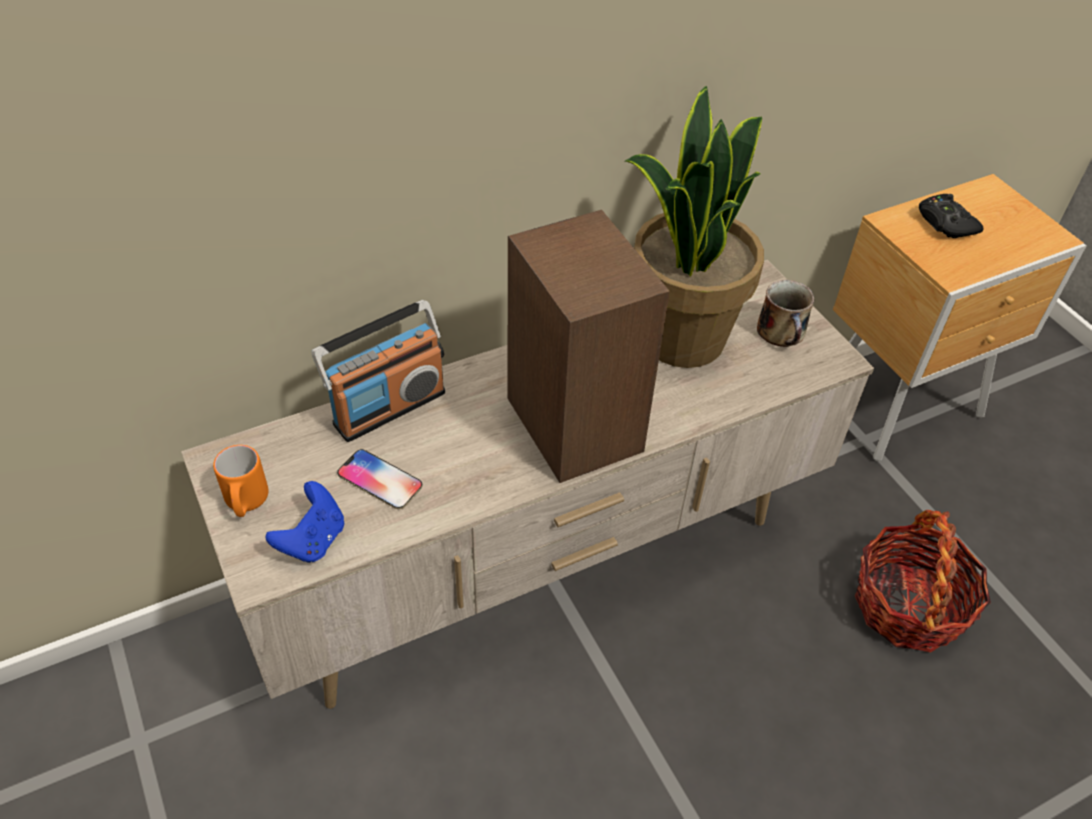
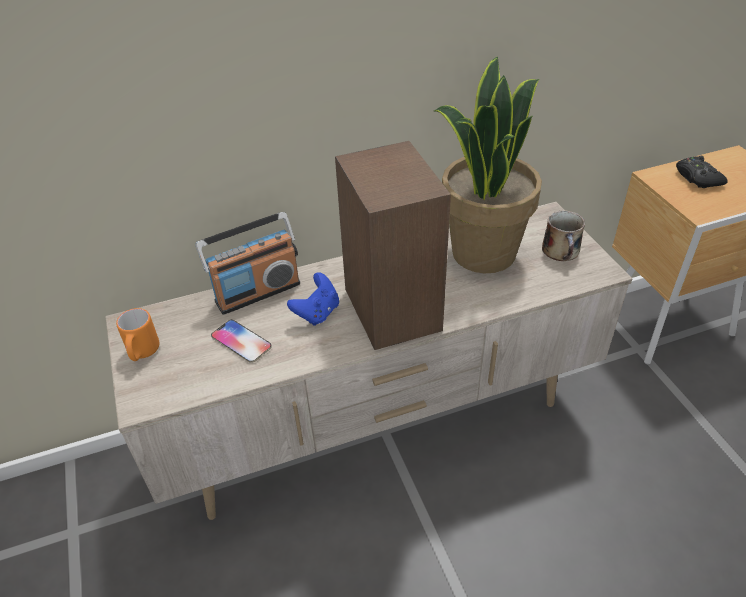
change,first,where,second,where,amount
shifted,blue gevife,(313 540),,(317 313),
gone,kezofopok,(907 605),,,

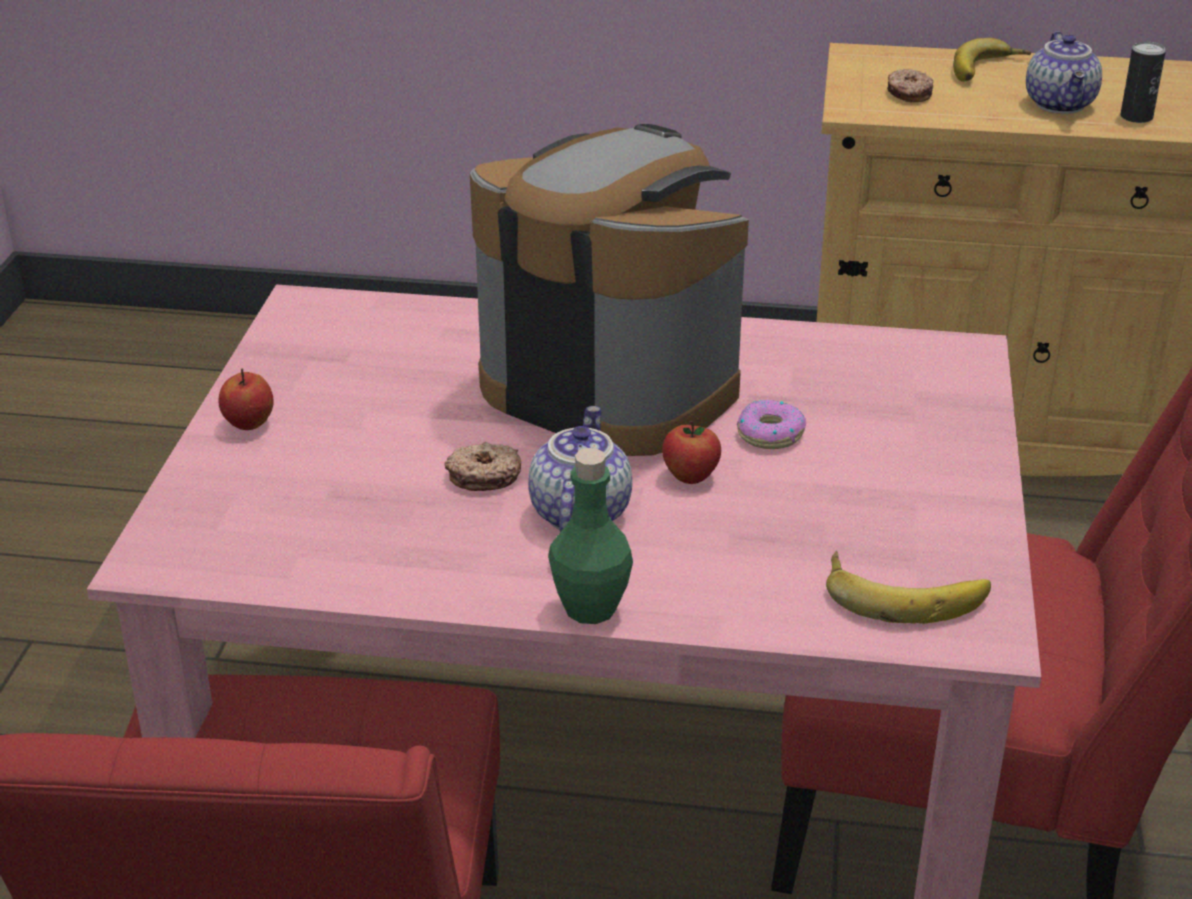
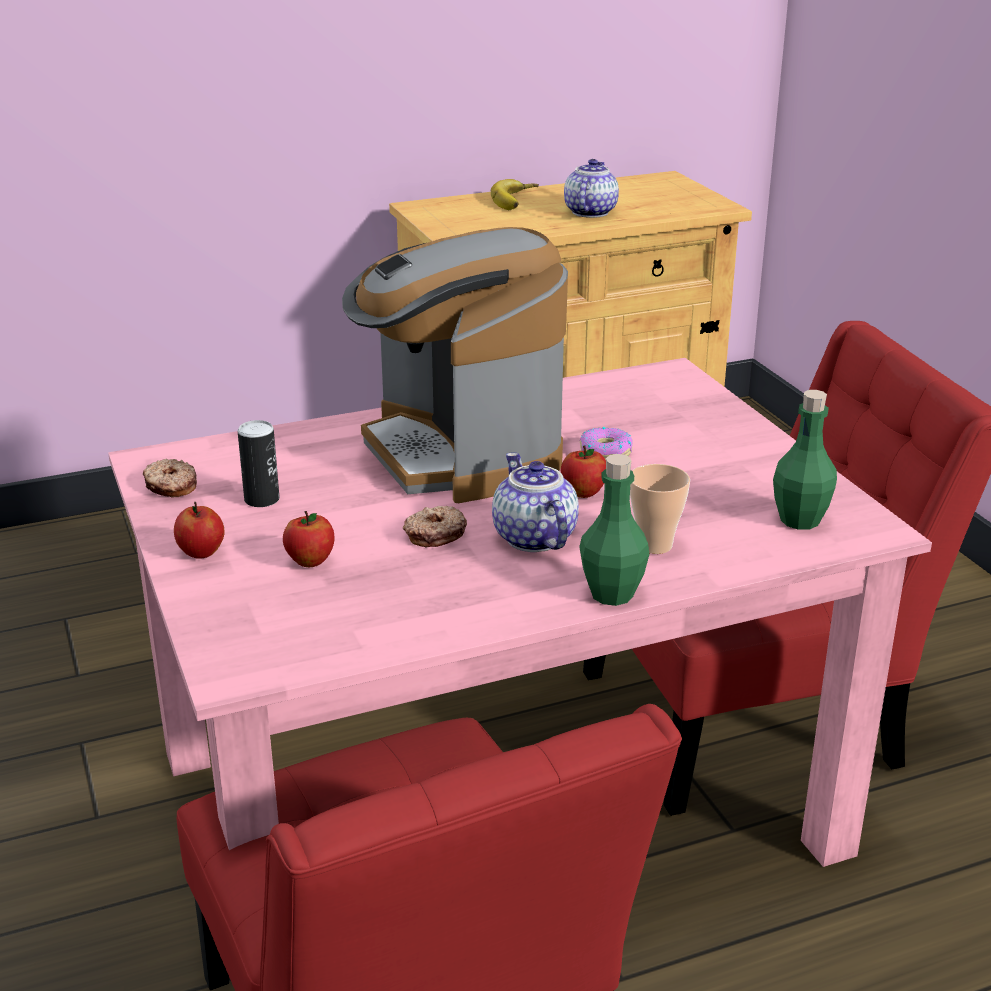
change,first,where,second,where,amount
shifted,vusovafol,(908 94),,(171 486),
shifted,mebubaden,(1136 117),,(262 499),
new,,,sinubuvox,(310 561),
rotated,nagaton,(609 387),,(460 453),120 degrees counterclockwise
rotated,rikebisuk,(1061 105),,(589 212),135 degrees counterclockwise
new,,,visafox,(655 545),
swapped,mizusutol,(904 592),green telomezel,(800 520),

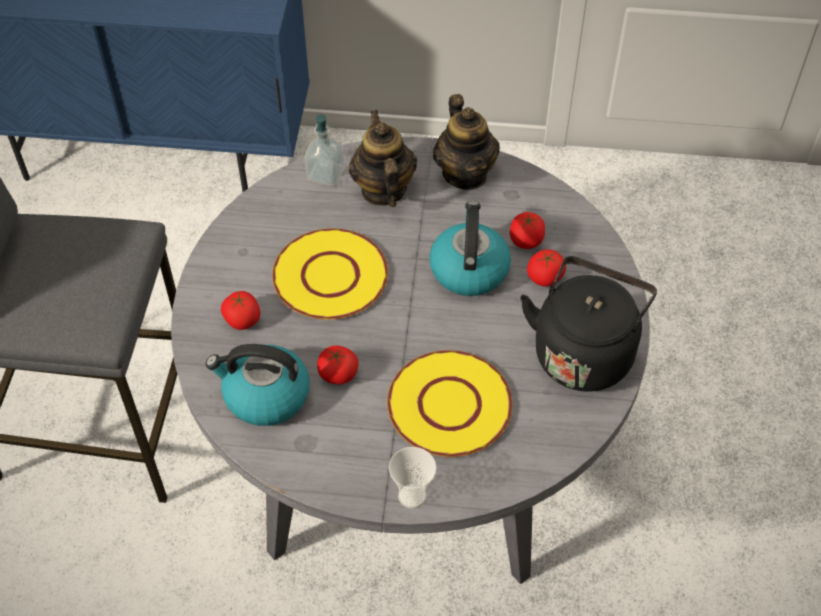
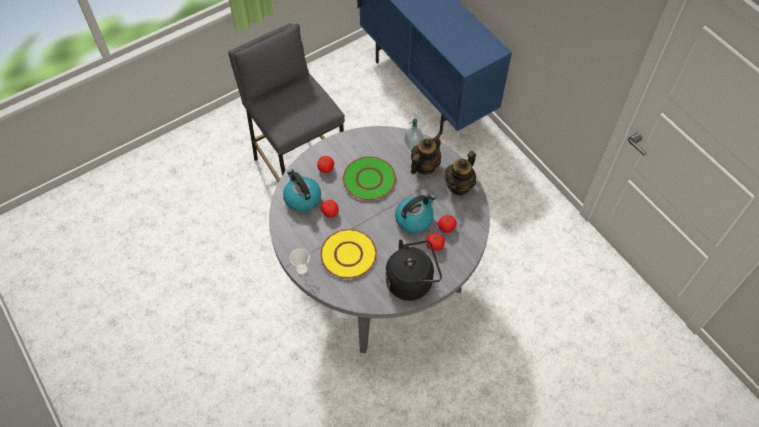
change,first,where,second,where,amount
repainted,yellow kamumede,(329 276),green kamumede,(369 179),

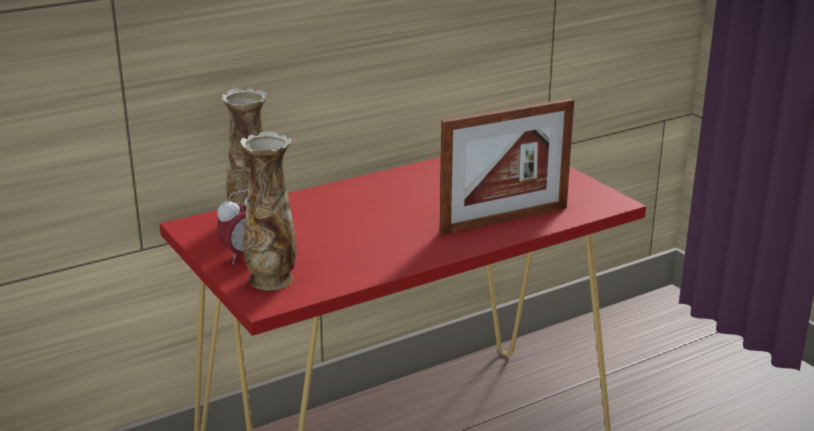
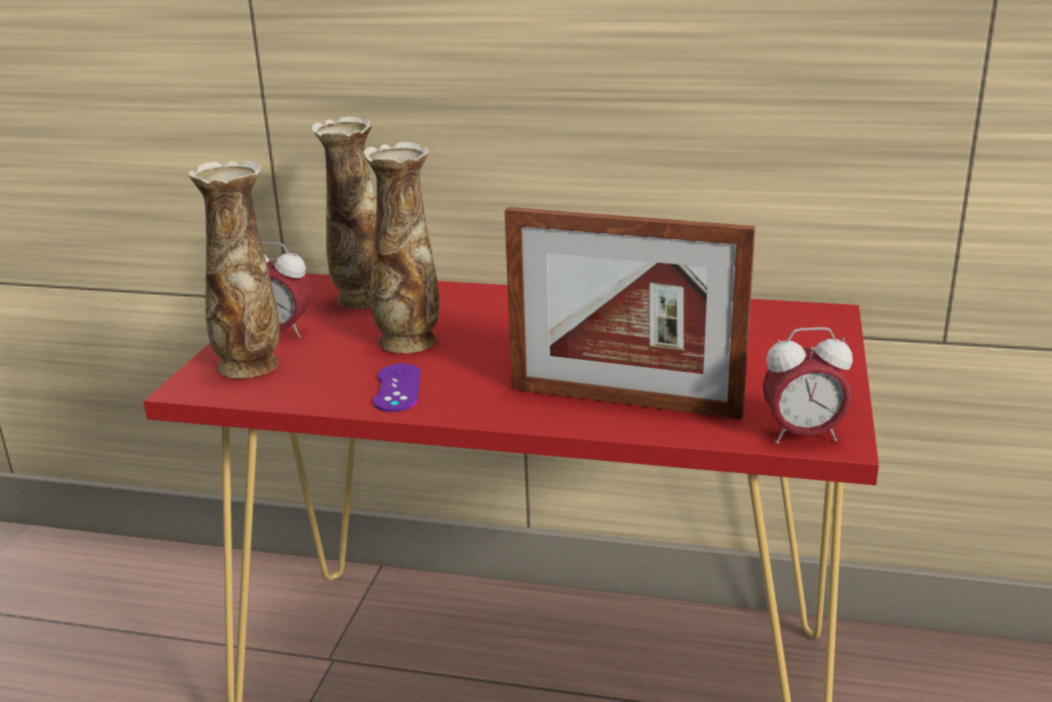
change,first,where,second,where,amount
new,,,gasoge,(409 341),
new,,,purple gevife,(397 388),
new,,,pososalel,(802 435),

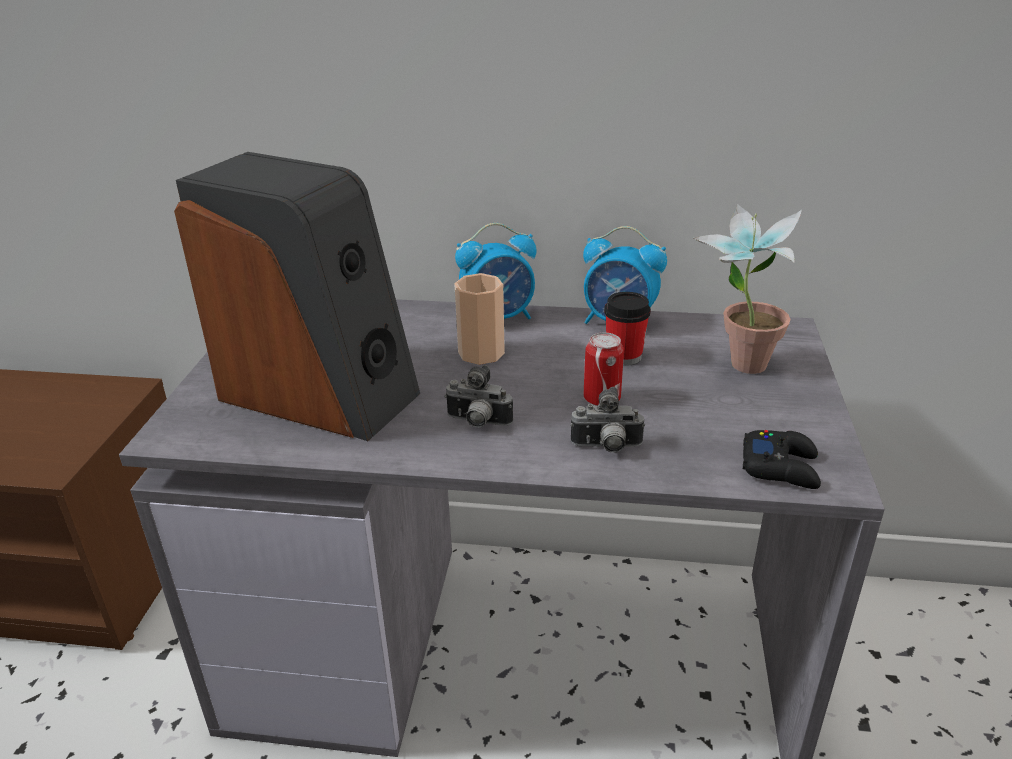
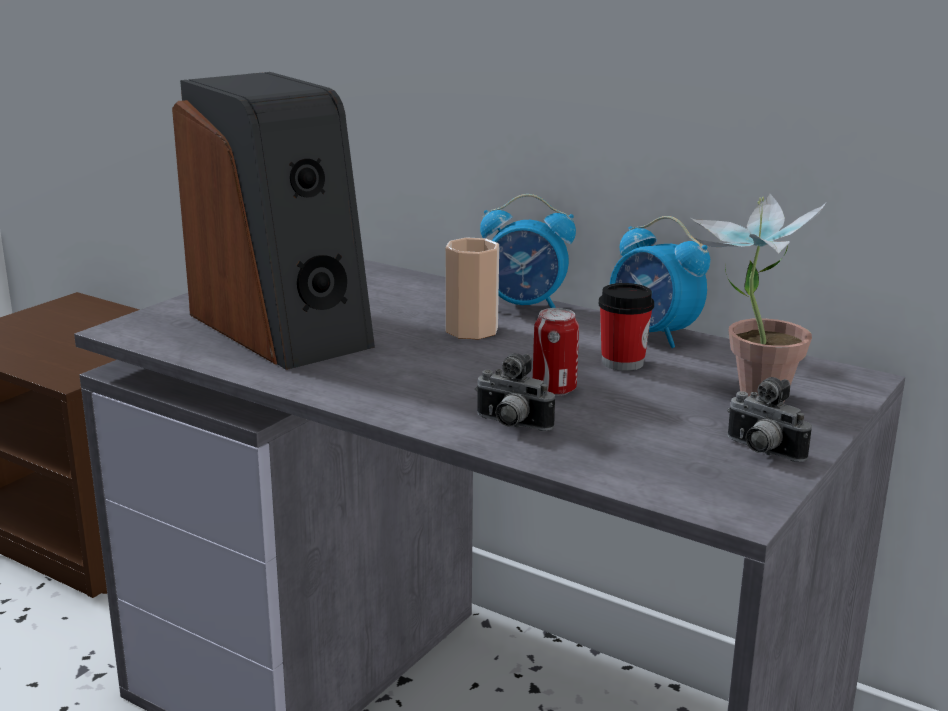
change,first,where,second,where,amount
shifted,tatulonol,(477 423),,(761 452),
gone,black gevife,(781 467),,,

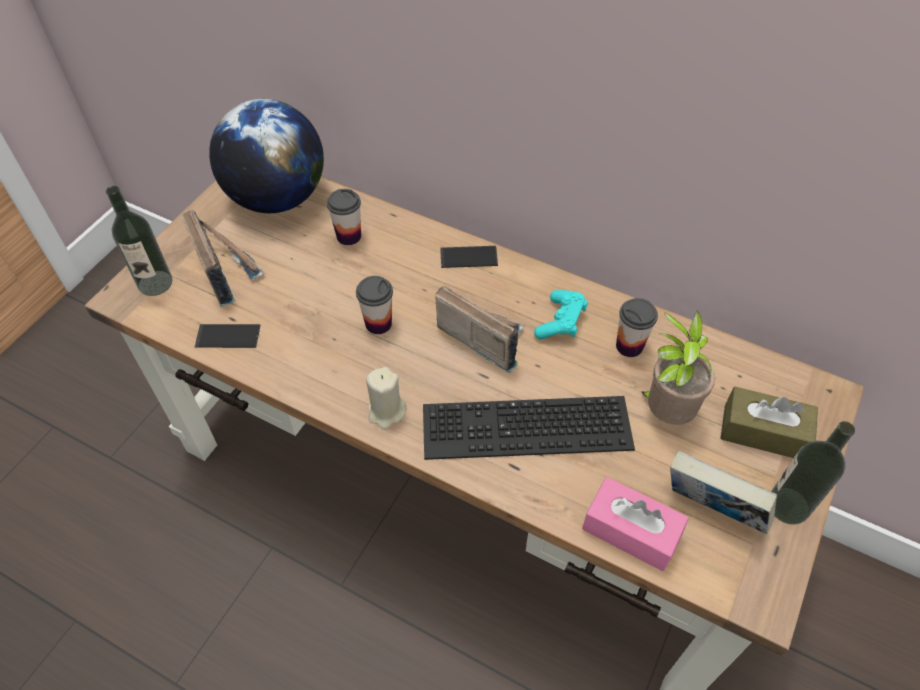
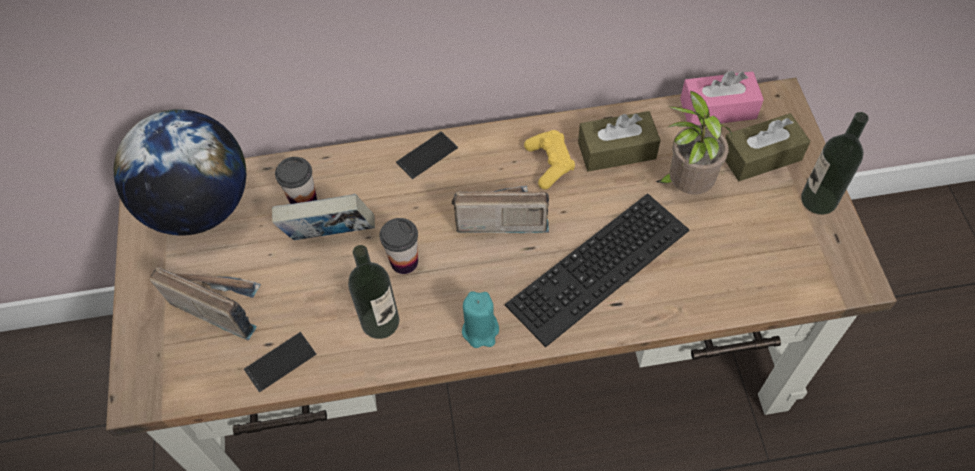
change,first,where,second,where,amount
shifted,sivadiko,(711 510),,(330 237),
shifted,telomezel,(155 283),,(380 322),
repainted,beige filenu,(386 412),turquoise filenu,(480 330),
repainted,turquoise gevife,(561 322),yellow gevife,(550 164),
swapped,visafox,(629 346),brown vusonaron,(616 150),
shifted,pink vusonaron,(631 531),,(718 109),

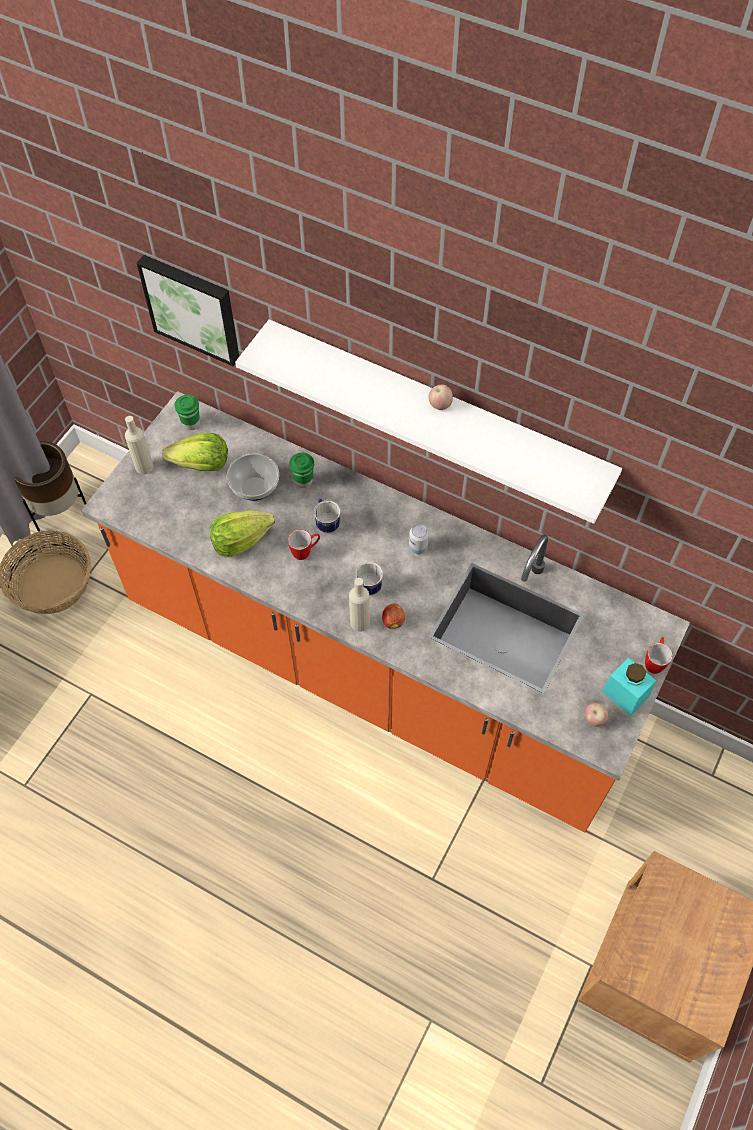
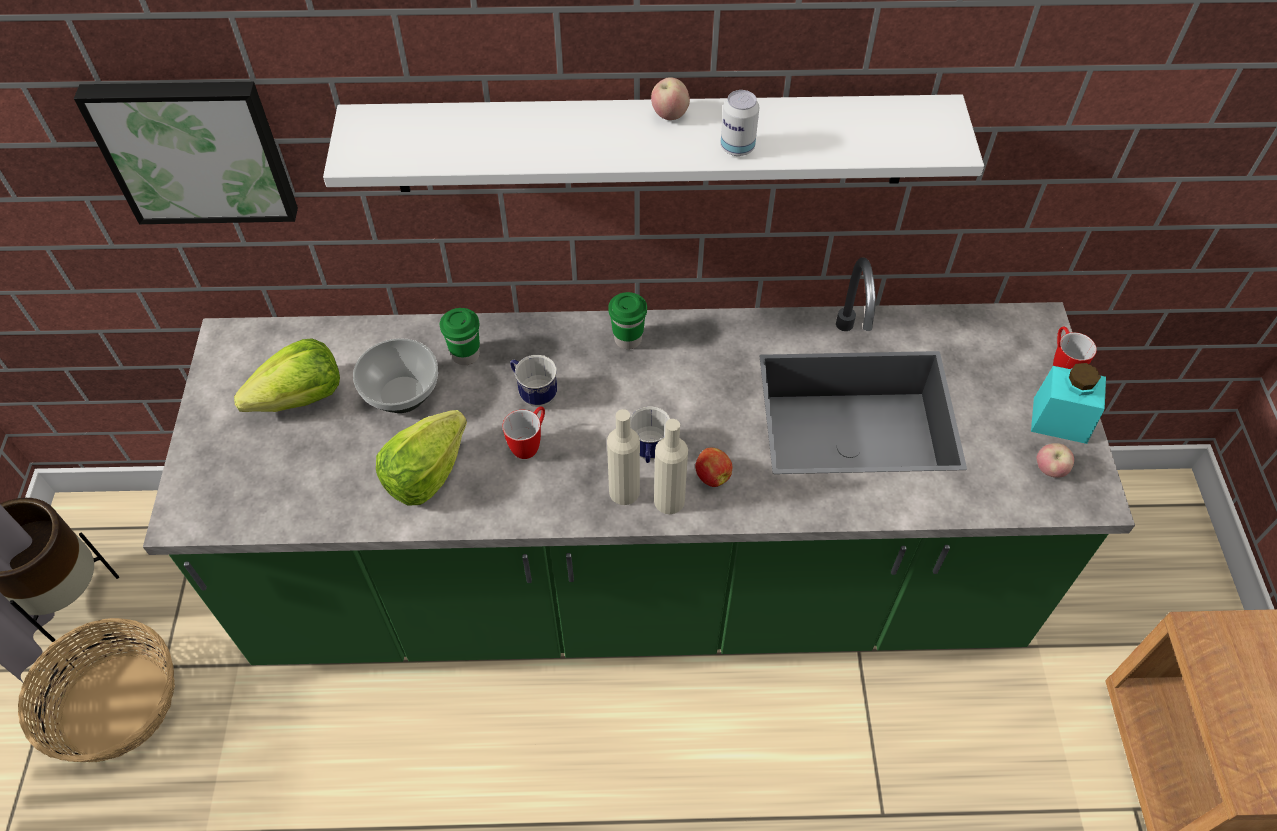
change,first,where,second,where,amount
repainted,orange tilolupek,(376 665),green tilolupek,(638 581),
shifted,beige telomezel,(144 467),,(624 491),
shifted,green visafox,(191 424),,(628 339),
shifted,mebubaden,(418 547),,(737 148),

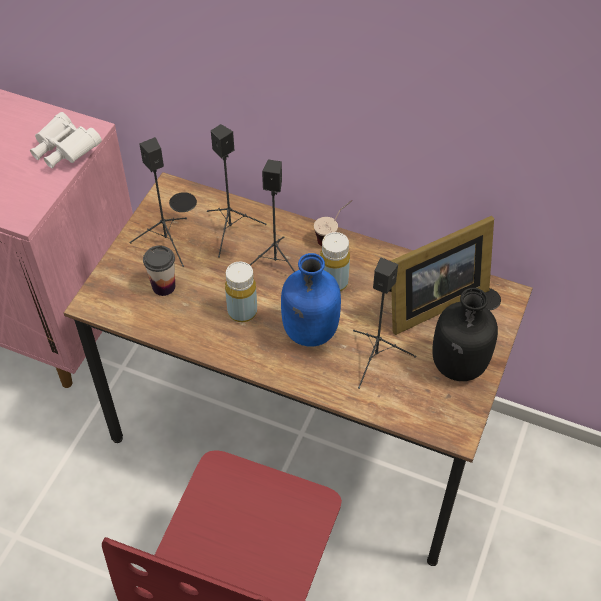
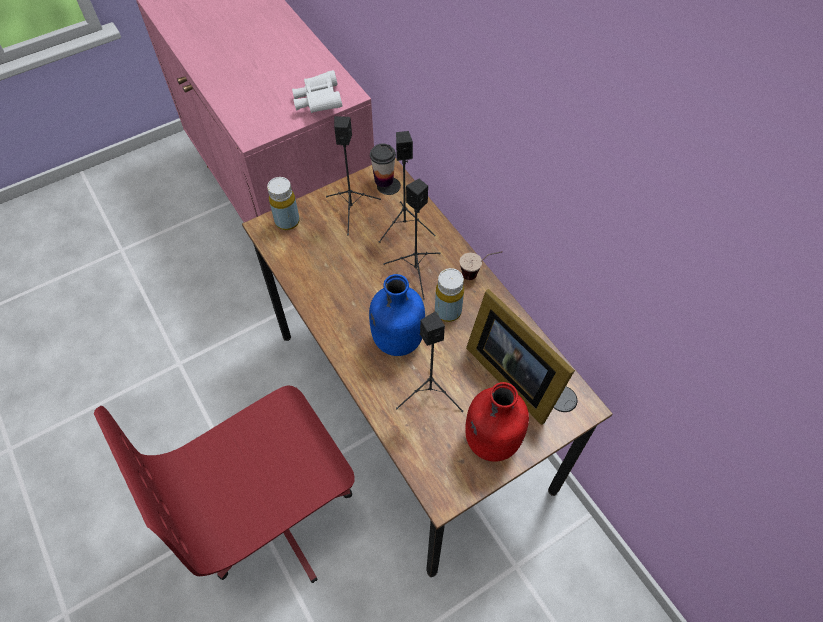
change,first,where,second,where,amount
shifted,yellow telomezel,(242 312),,(287 221),
shifted,visafox,(163 286),,(384 180),
repainted,black telomezel,(457 365),red telomezel,(490 440),
rotated,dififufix,(430 302),,(511 373),45 degrees clockwise

